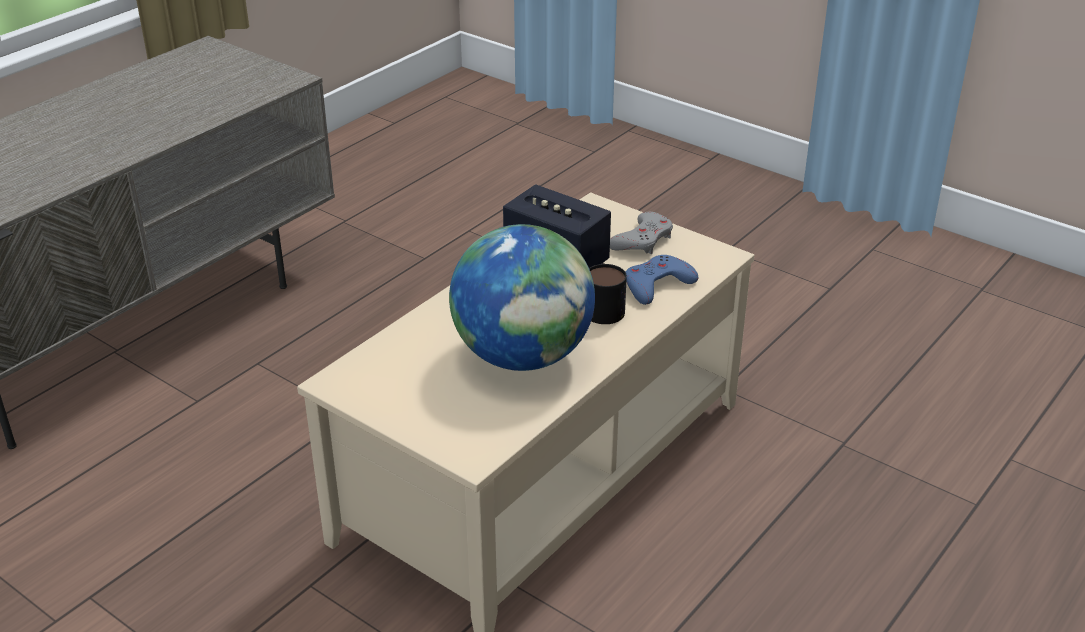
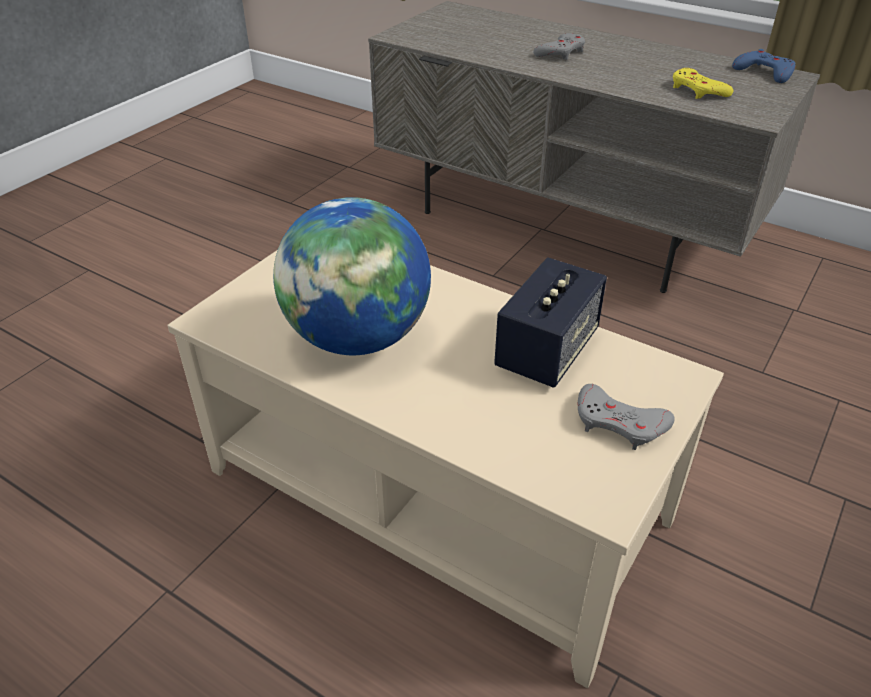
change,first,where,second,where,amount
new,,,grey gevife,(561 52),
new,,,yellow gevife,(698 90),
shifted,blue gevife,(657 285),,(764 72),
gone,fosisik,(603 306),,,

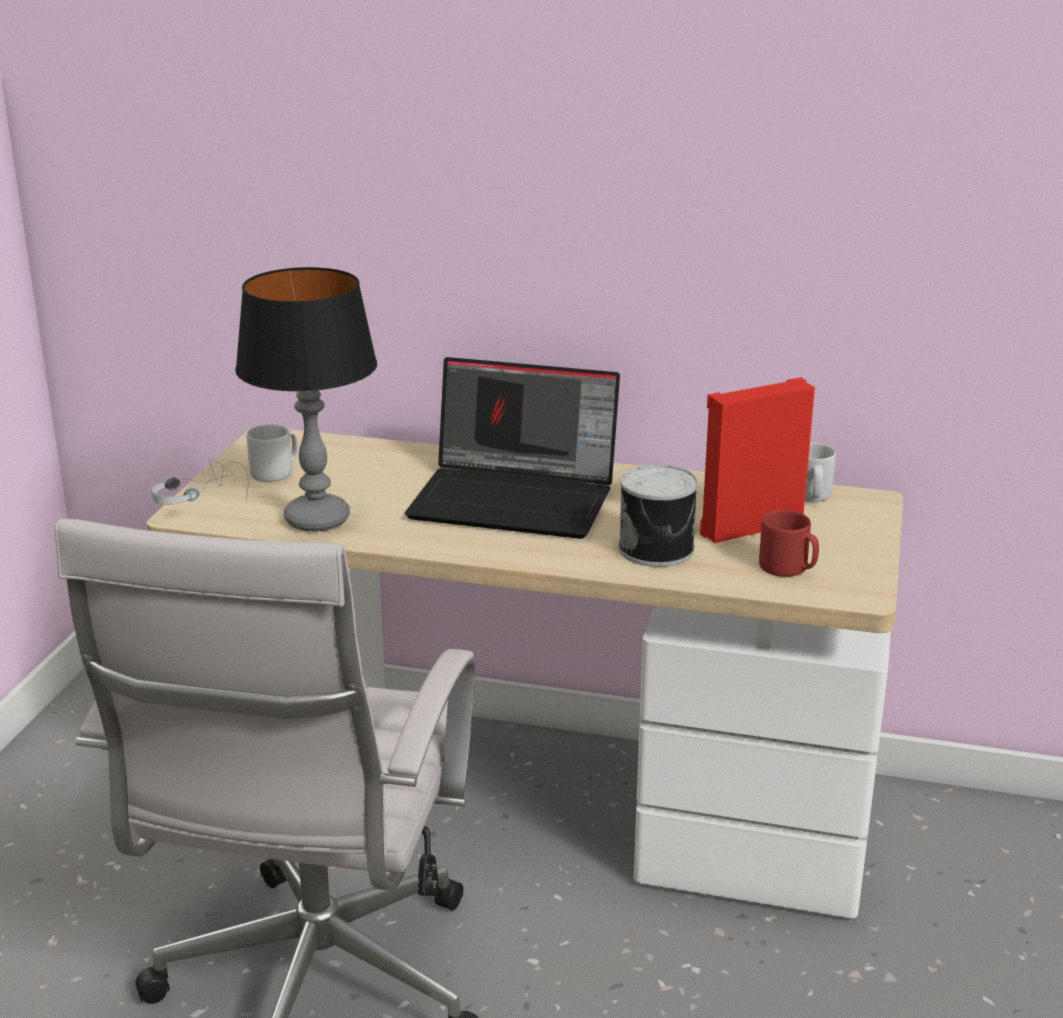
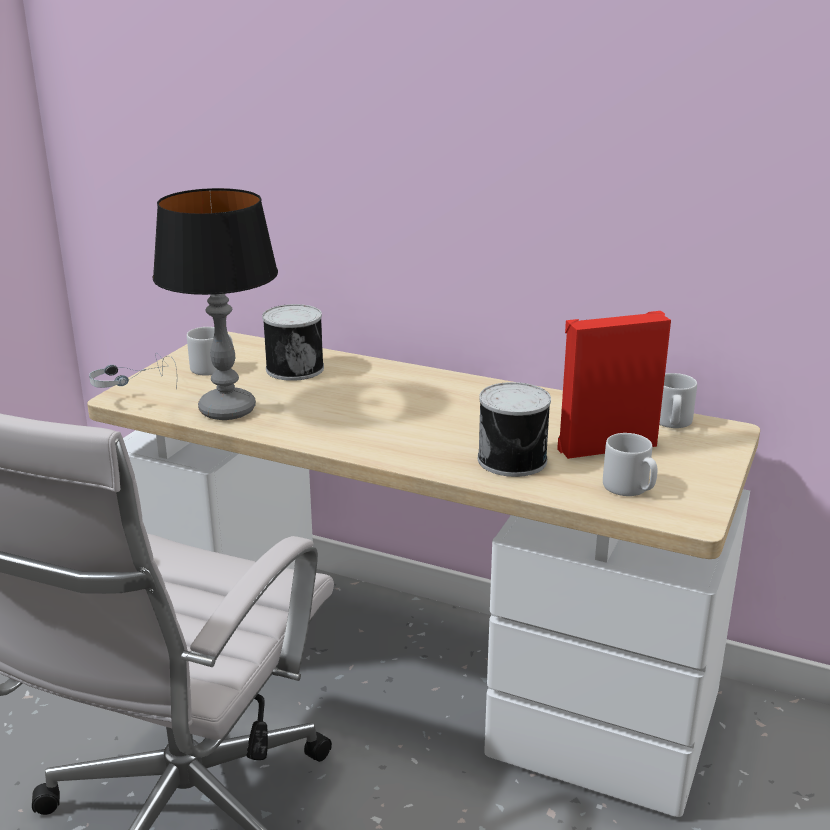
change,first,where,second,where,amount
new,,,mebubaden,(295 368),
repainted,red fosisik,(788 568),grey fosisik,(629 488),
gone,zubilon,(517 499),,,

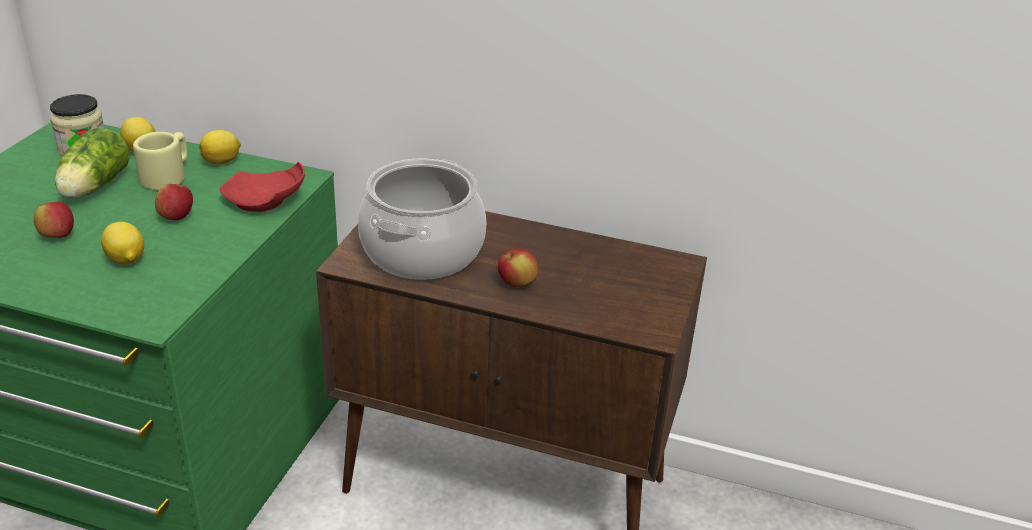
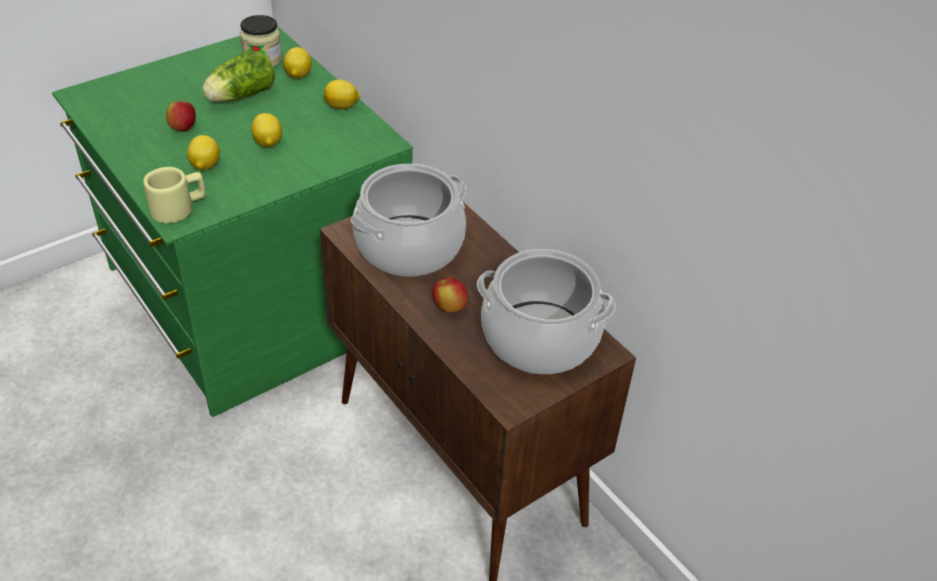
change,first,where,second,where,amount
shifted,beige fosisik,(168 176),,(179 208),
swapped,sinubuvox,(176 217),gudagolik,(267 143),
new,,,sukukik,(539 338),
gone,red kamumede,(266 202),,,

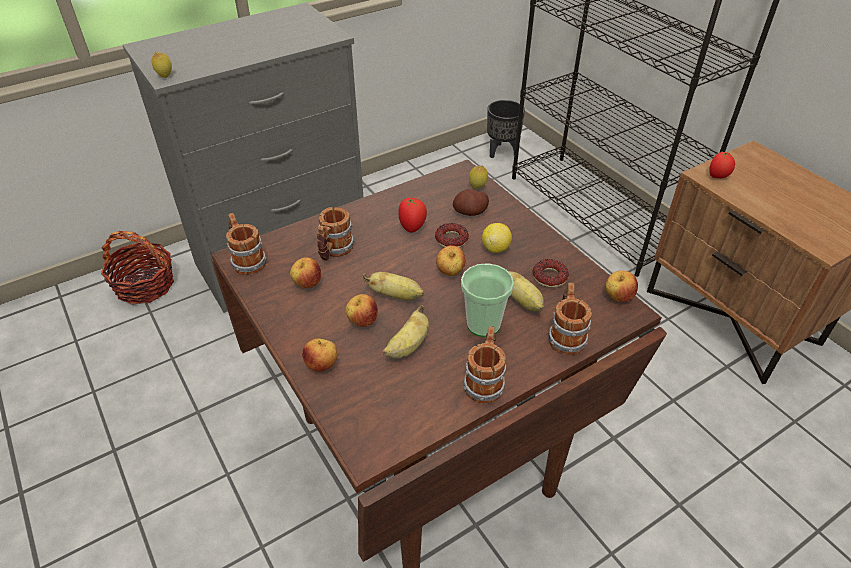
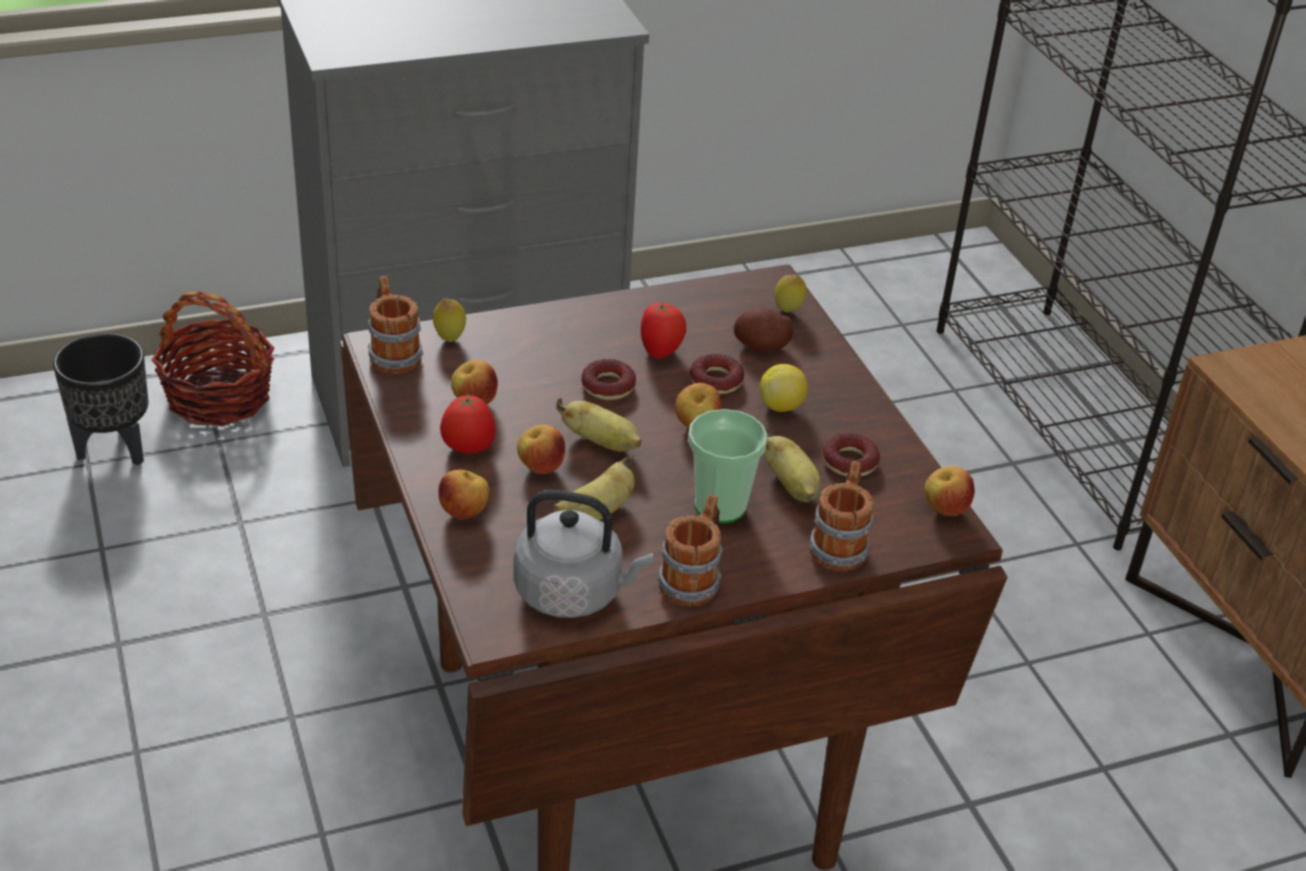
change,first,where,second,where,amount
shifted,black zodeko,(501 152),,(113 449),
shifted,gudagolik,(165 76),,(449 338),
shifted,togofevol,(718 177),,(468 449),
new,,,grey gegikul,(574 593),
new,,,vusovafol,(608 386),
gone,fosisik,(334 251),,,

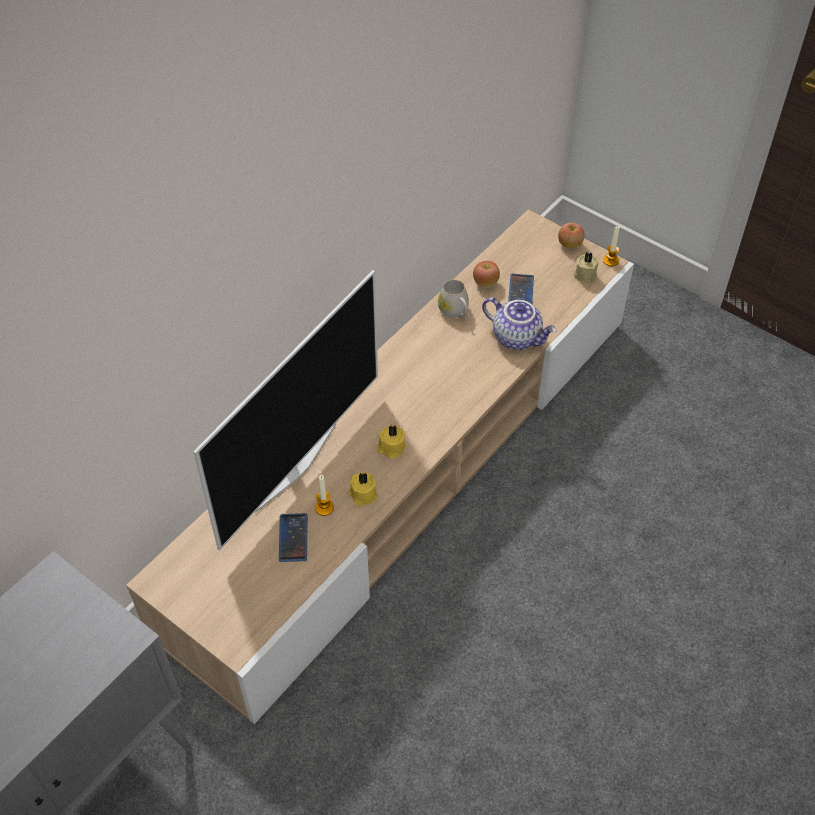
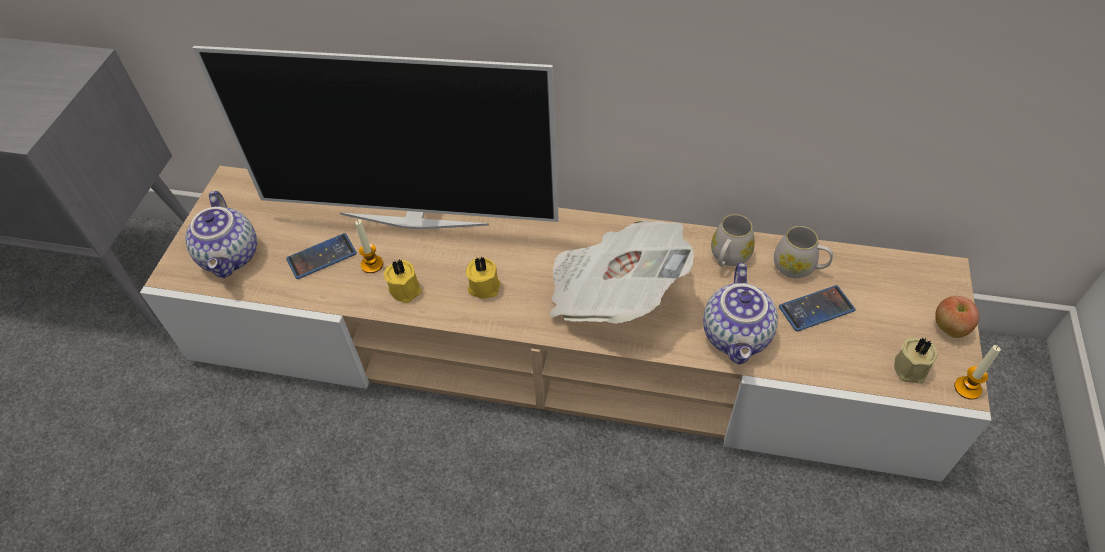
change,first,where,second,where,amount
new,,,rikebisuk,(232 256),
new,,,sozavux,(612 293),
swapped,sinubuvox,(485 283),white fosisik,(799 267),

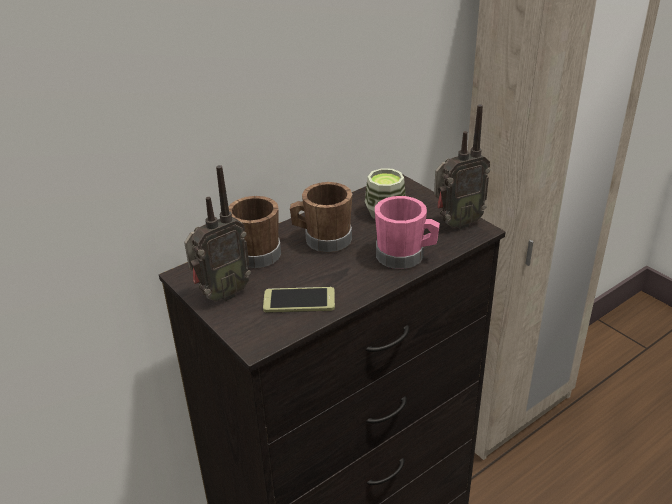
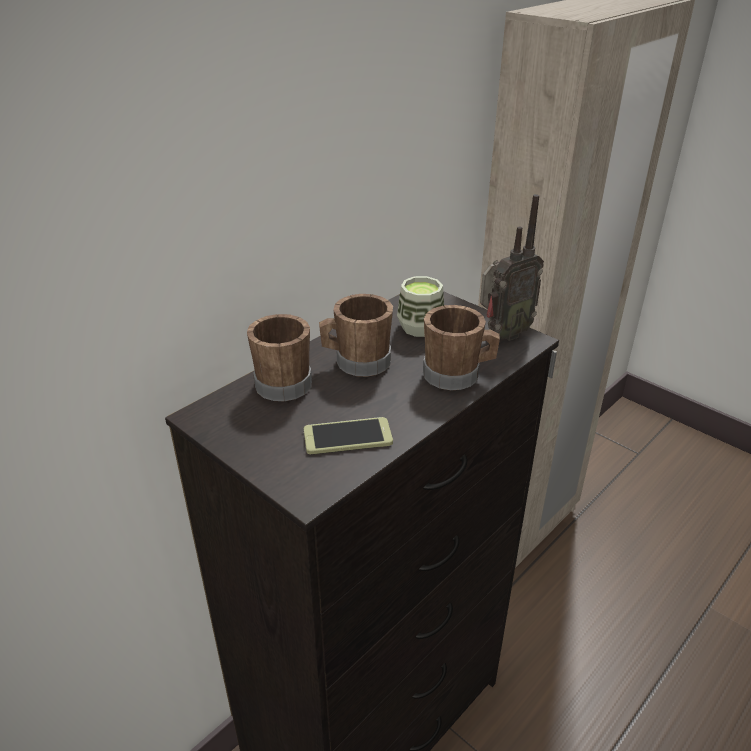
change,first,where,second,where,amount
repainted,pink fosisik,(405 256),brown fosisik,(457 375),
gone,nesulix,(221 294),,,

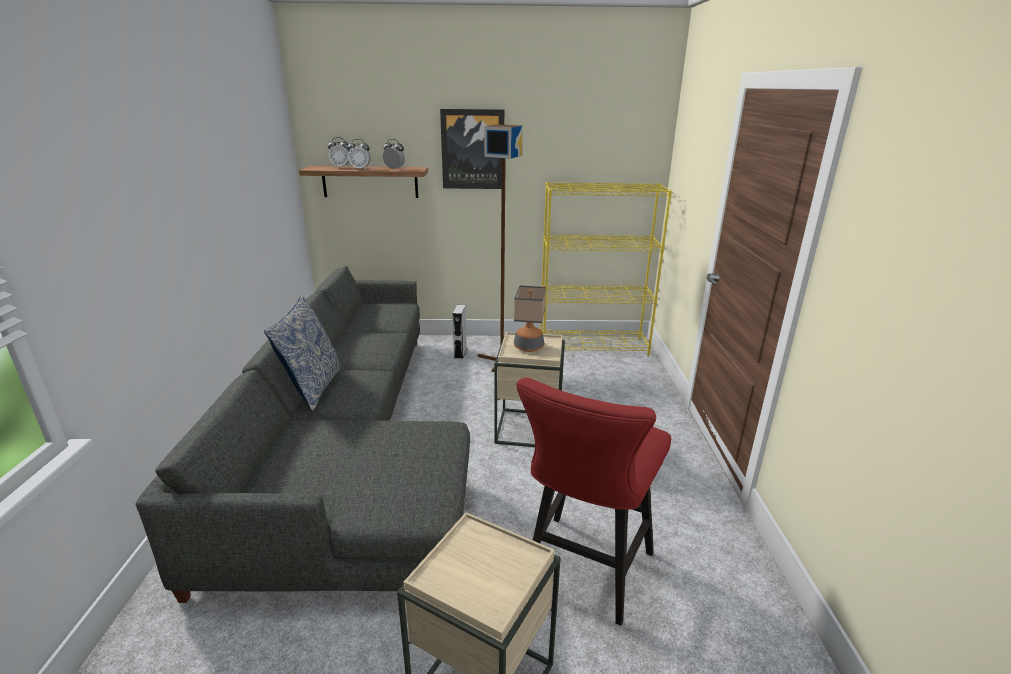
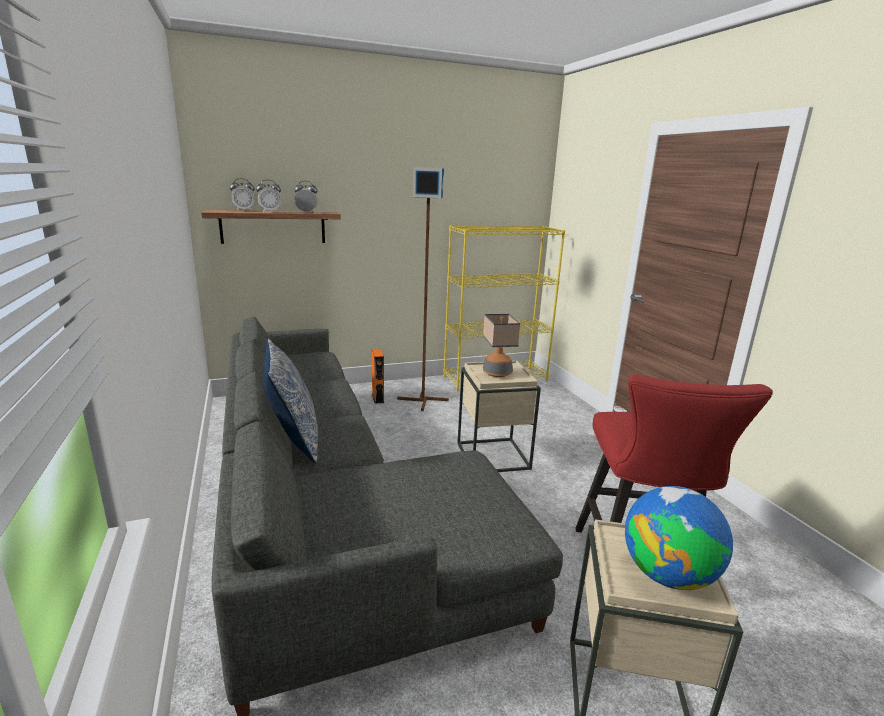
change,first,where,second,where,amount
repainted,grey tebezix,(460 353),orange tebezix,(377 398),
new,,,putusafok,(668 575),
gone,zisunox,(473 149),,,

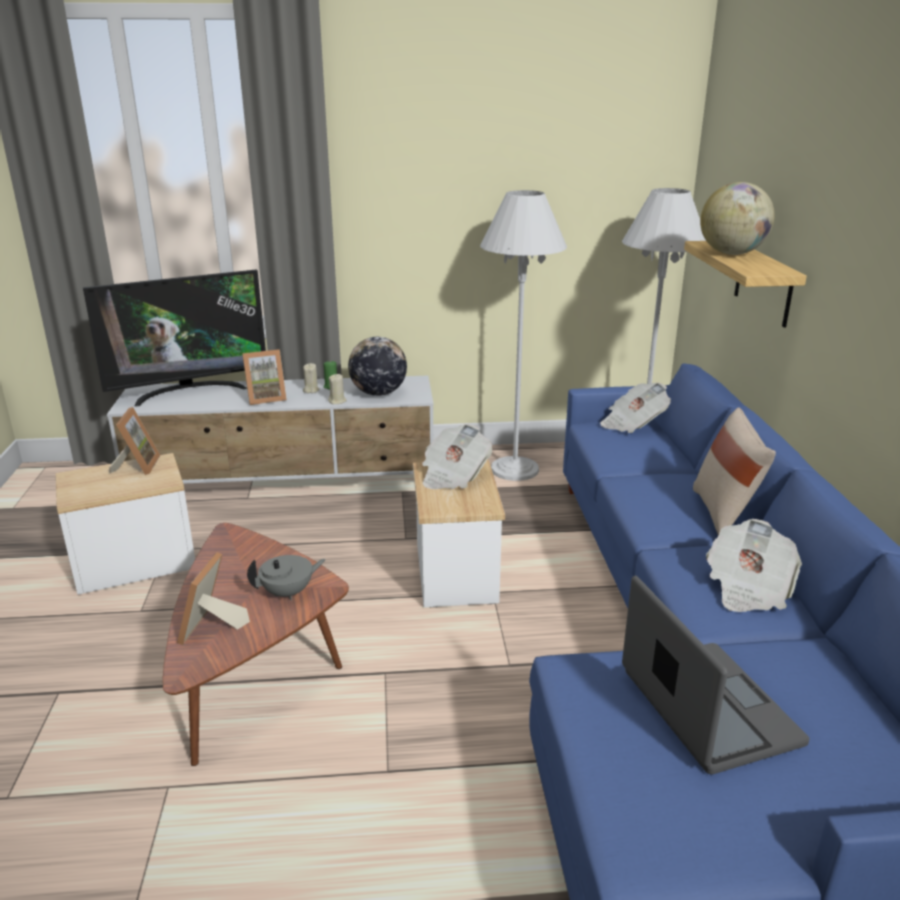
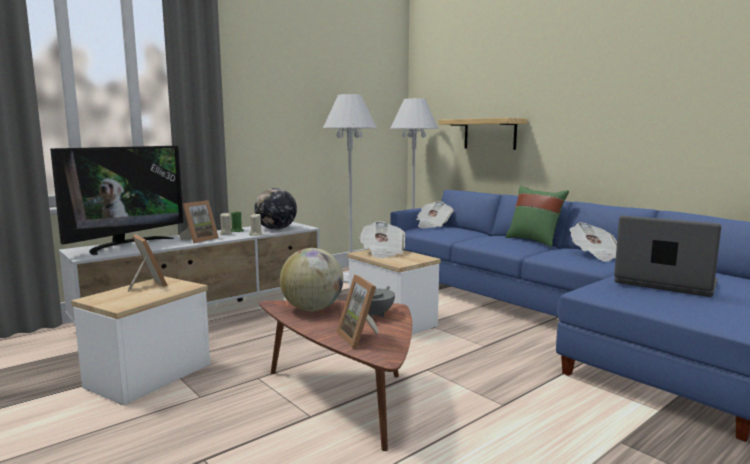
change,first,where,second,where,amount
shifted,putusafok,(732 253),,(312 309),
repainted,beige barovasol,(724 513),green barovasol,(534 241),

